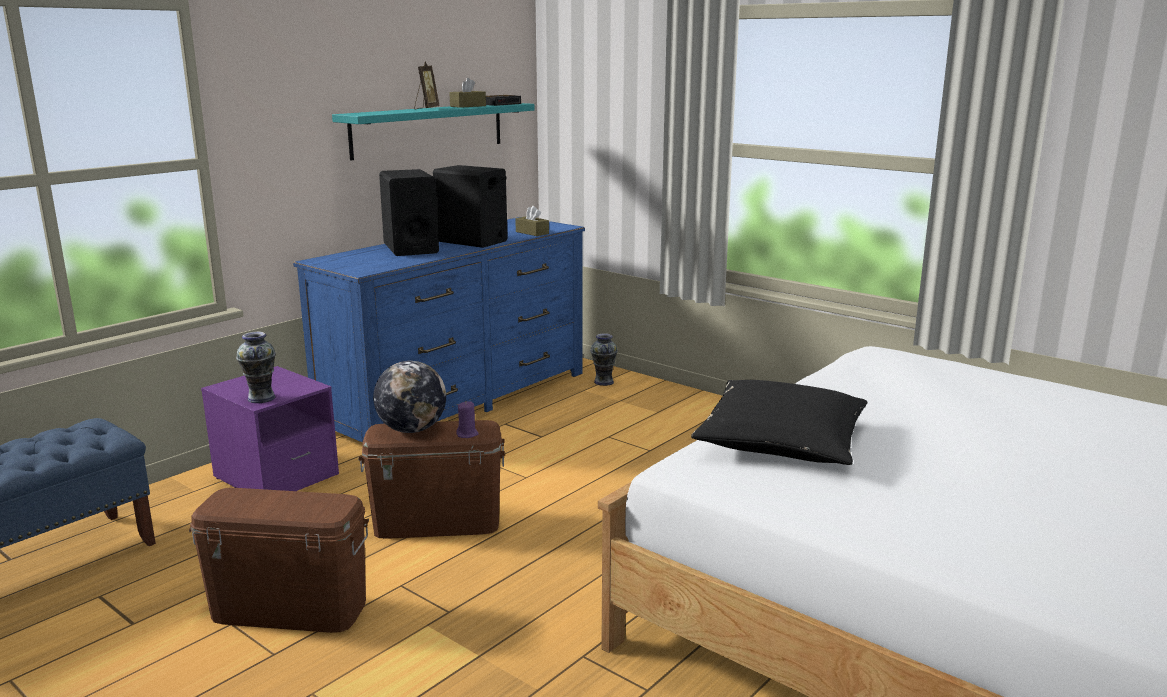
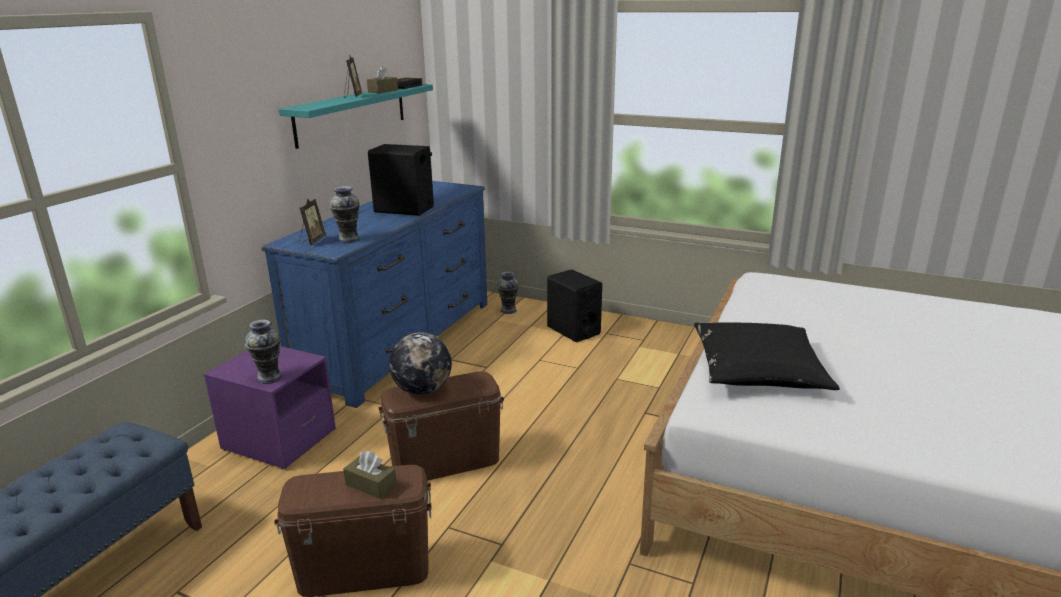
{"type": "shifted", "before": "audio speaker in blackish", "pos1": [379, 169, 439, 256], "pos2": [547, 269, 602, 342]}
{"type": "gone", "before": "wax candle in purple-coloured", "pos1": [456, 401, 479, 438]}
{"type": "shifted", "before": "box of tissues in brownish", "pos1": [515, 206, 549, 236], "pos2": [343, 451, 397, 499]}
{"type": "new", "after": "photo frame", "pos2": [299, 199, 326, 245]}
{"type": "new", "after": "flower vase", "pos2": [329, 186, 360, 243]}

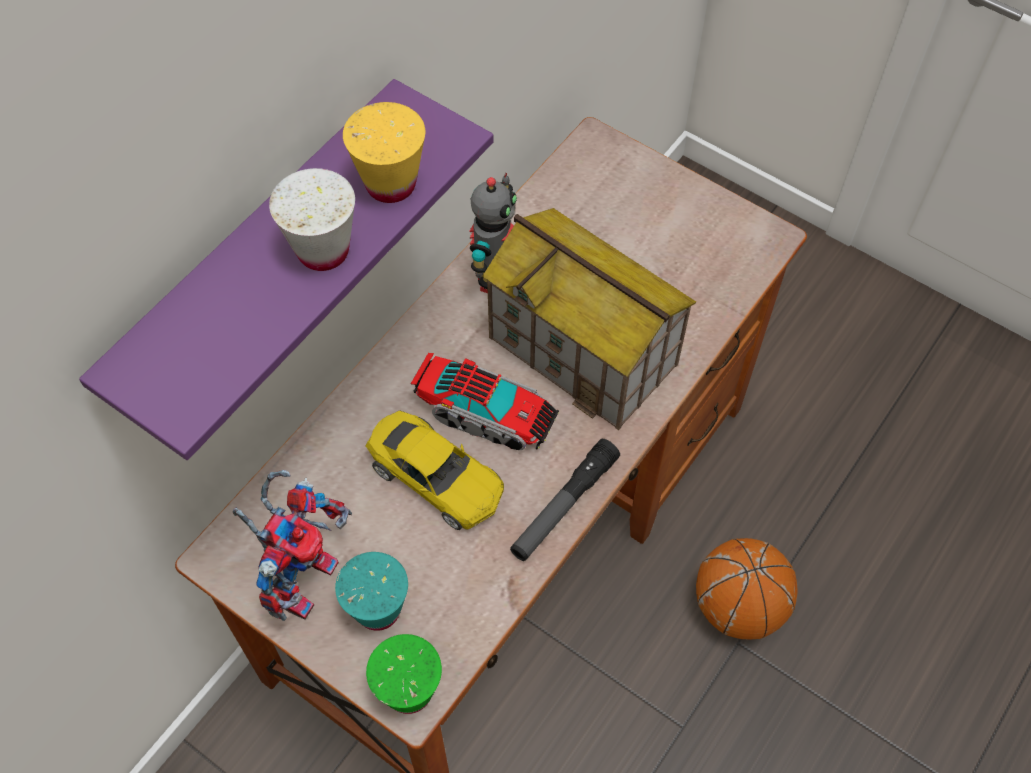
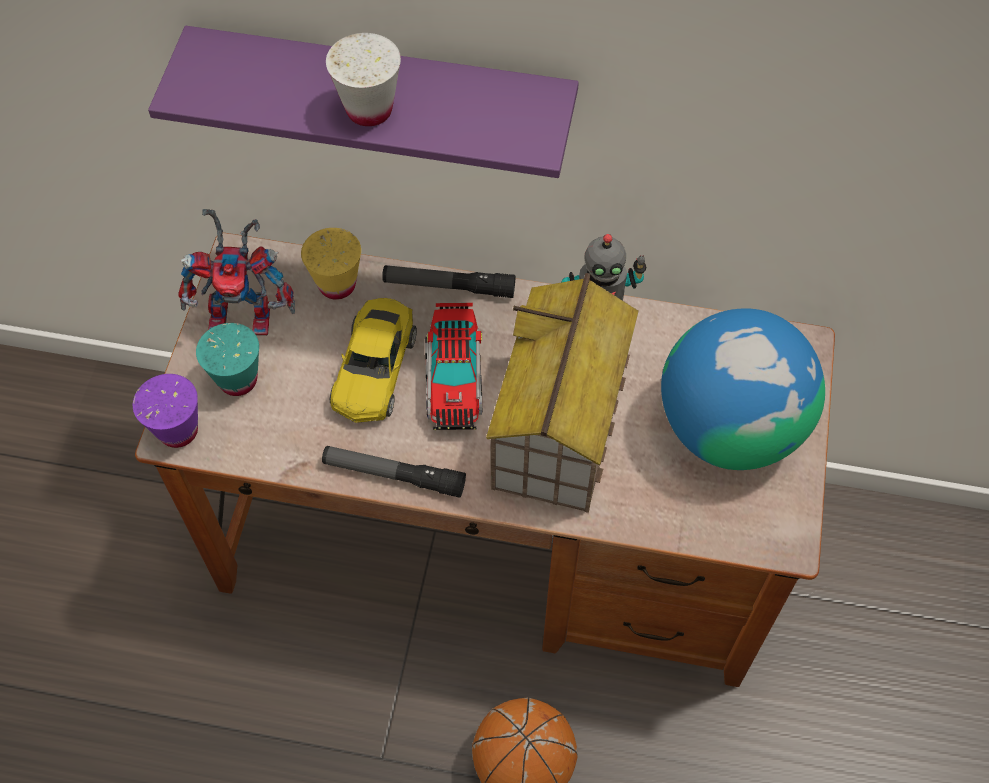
{"type": "shifted", "before": "drinking cup in yellow-coloured", "pos1": [343, 102, 425, 203], "pos2": [301, 228, 361, 300]}
{"type": "repainted", "before": "drinking cup in green", "after": "drinking cup in purple-coloured", "pos1": [366, 634, 442, 714], "pos2": [133, 374, 198, 448]}
{"type": "new", "after": "torch", "pos2": [382, 265, 515, 298]}
{"type": "new", "after": "desk globe", "pos2": [661, 308, 825, 470]}

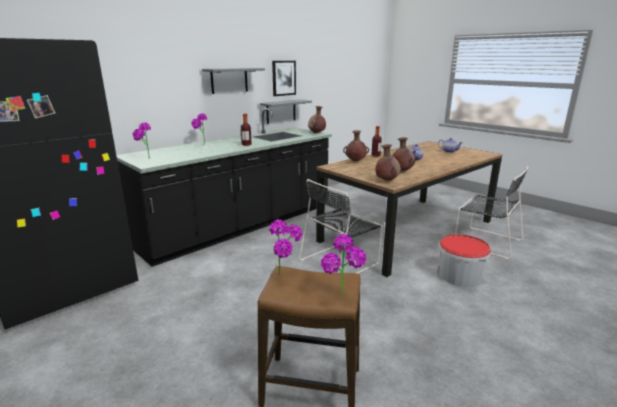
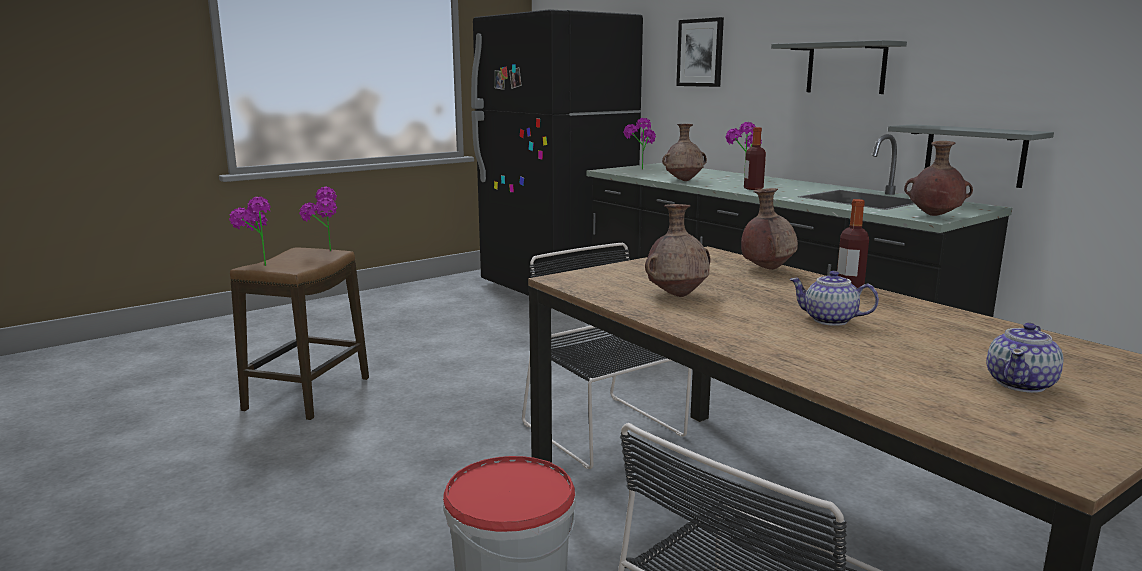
{"type": "shifted", "before": "wall picture", "pos1": [272, 61, 296, 96], "pos2": [676, 17, 724, 87]}
{"type": "shifted", "before": "flower vase in brownish", "pos1": [375, 144, 401, 181], "pos2": [662, 124, 707, 181]}

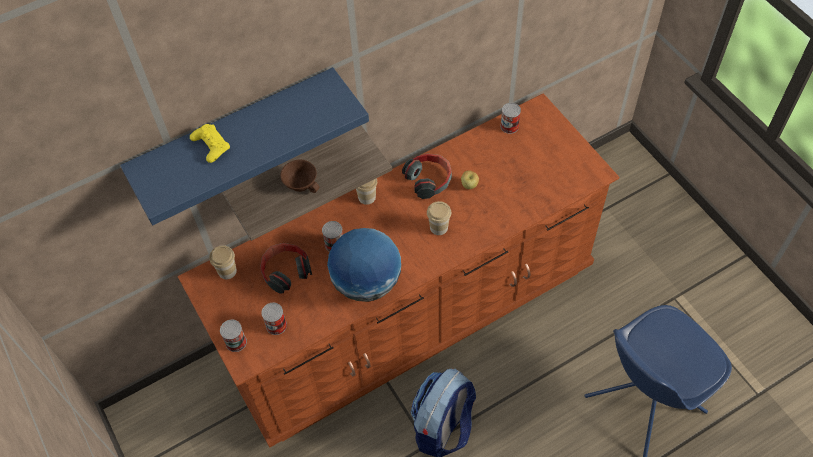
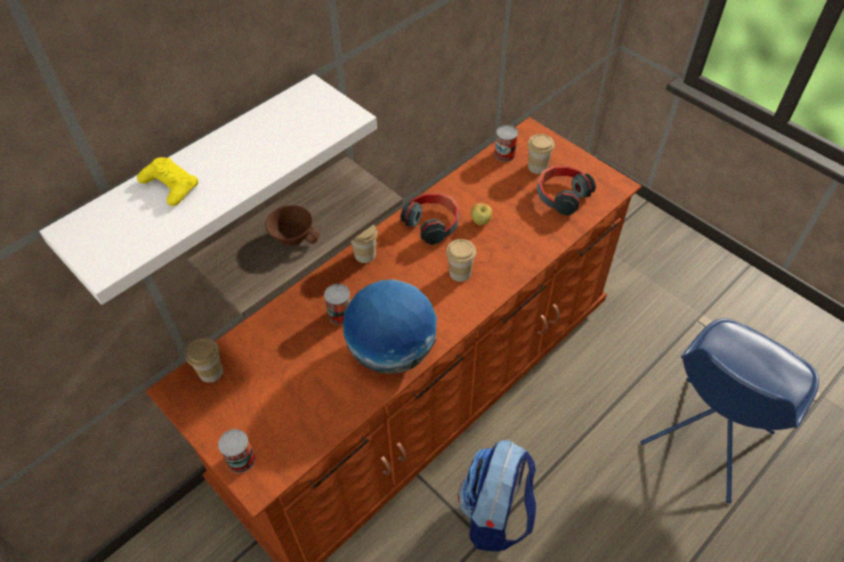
{"type": "repainted", "before": "wall shelf in bluish", "after": "wall shelf in white-coloured", "pos1": [120, 67, 369, 226], "pos2": [39, 74, 377, 305]}
{"type": "shifted", "before": "headphones", "pos1": [260, 243, 312, 294], "pos2": [537, 166, 596, 216]}
{"type": "gone", "before": "sealed can", "pos1": [261, 303, 287, 335]}
{"type": "new", "after": "drinking cup", "pos2": [528, 134, 555, 174]}

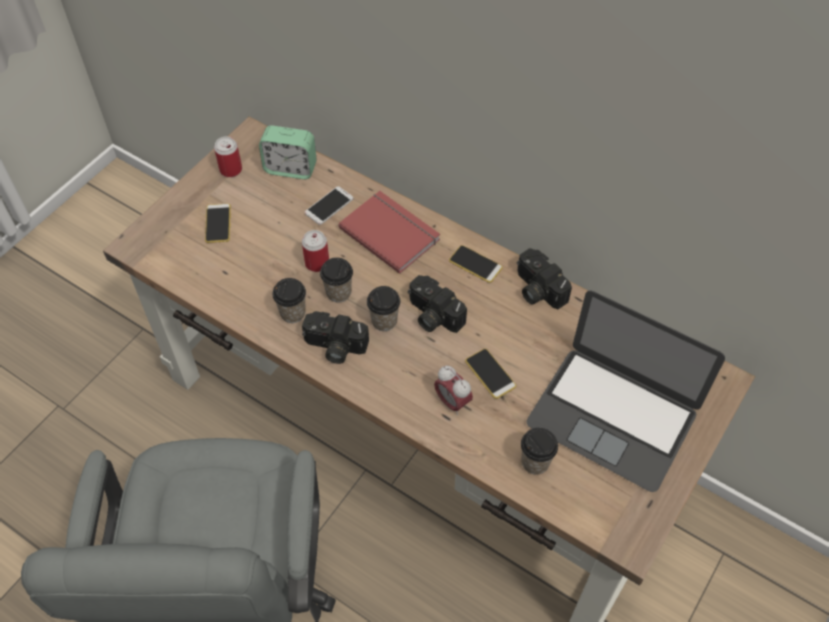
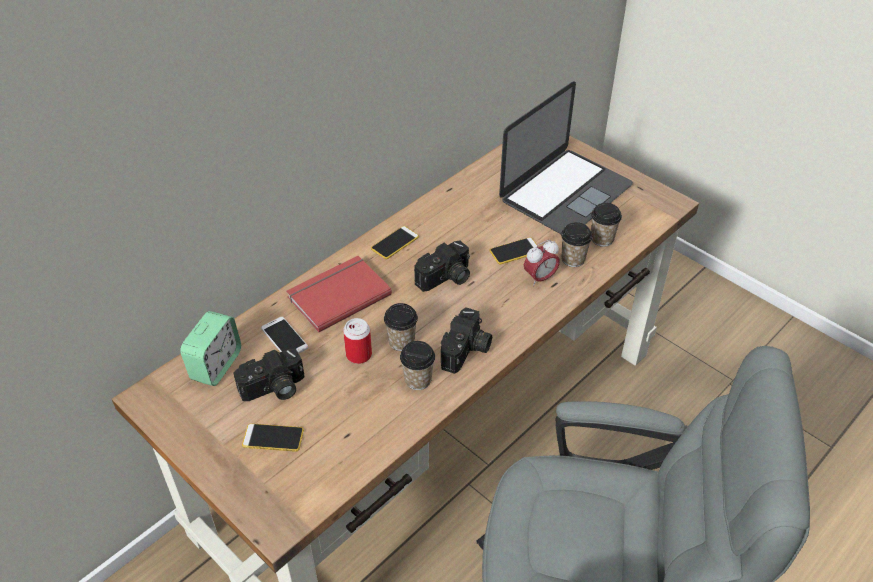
{"type": "gone", "before": "sealed can", "pos1": [214, 136, 242, 177]}
{"type": "shifted", "before": "drinking cup", "pos1": [367, 286, 400, 331], "pos2": [561, 222, 592, 267]}
{"type": "shifted", "before": "still camera", "pos1": [517, 248, 572, 310], "pos2": [233, 349, 304, 401]}

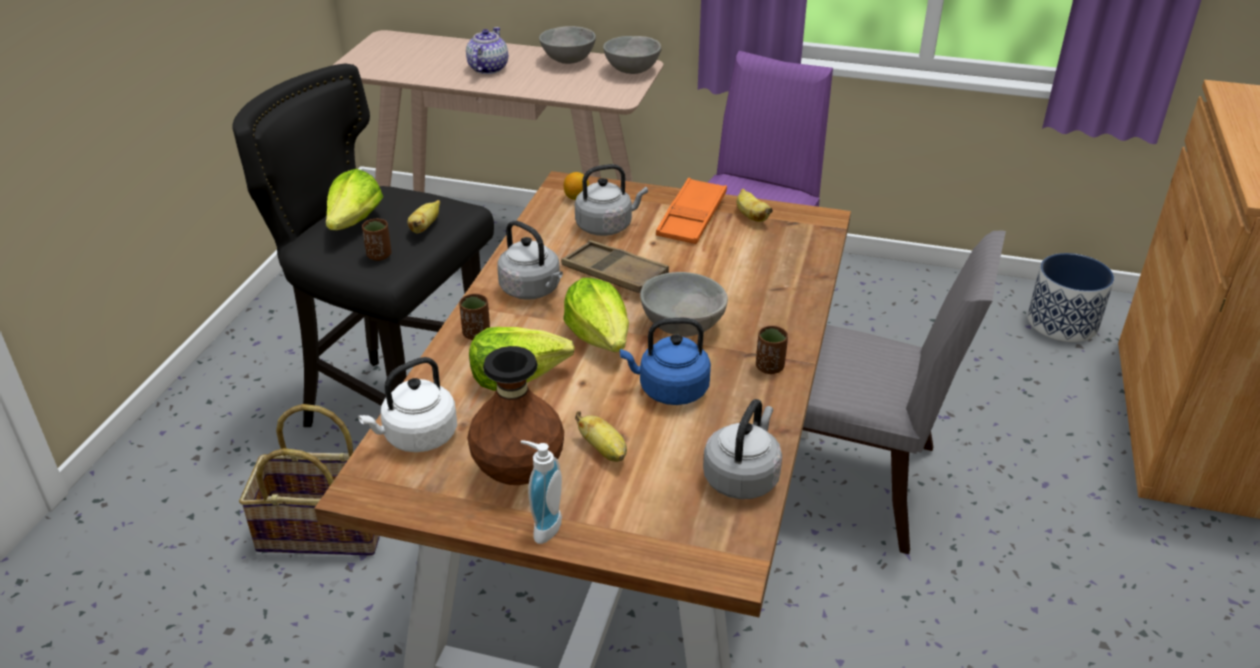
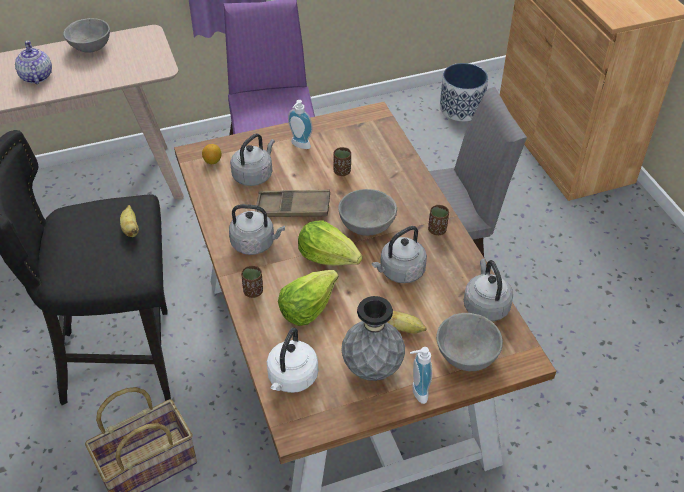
{"type": "gone", "before": "head of lettuce", "pos1": [326, 169, 383, 230]}
{"type": "shifted", "before": "drinking cup in brownish", "pos1": [362, 218, 391, 261], "pos2": [333, 147, 351, 176]}
{"type": "repainted", "before": "flower vase in brownish", "after": "flower vase in grey", "pos1": [467, 346, 564, 485], "pos2": [342, 296, 405, 381]}
{"type": "shifted", "before": "bowl in grey", "pos1": [603, 36, 662, 74], "pos2": [436, 313, 503, 371]}
{"type": "repainted", "before": "water kettle in bluish", "after": "water kettle in grey", "pos1": [620, 318, 711, 405], "pos2": [372, 226, 427, 283]}
{"type": "swapped", "before": "carrying tray in orange-coloured", "after": "liquid soap bottle", "pos1": [656, 178, 727, 244], "pos2": [288, 100, 313, 149]}
{"type": "gone", "before": "banana fruit", "pos1": [737, 188, 773, 222]}

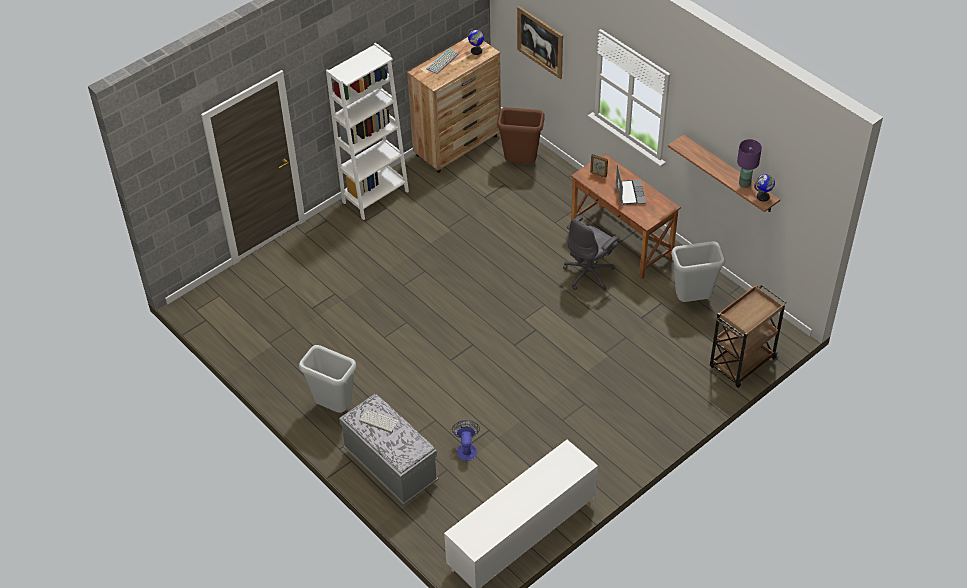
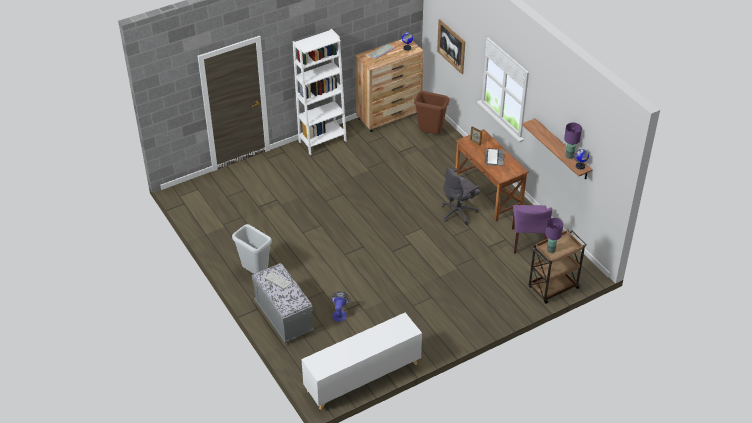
{"type": "swapped", "before": "waste bin in grey", "after": "plain chair in purple-coloured", "pos1": [671, 241, 725, 302], "pos2": [512, 205, 552, 254]}
{"type": "new", "after": "lamp for a table in purple-coloured", "pos2": [545, 218, 563, 253]}

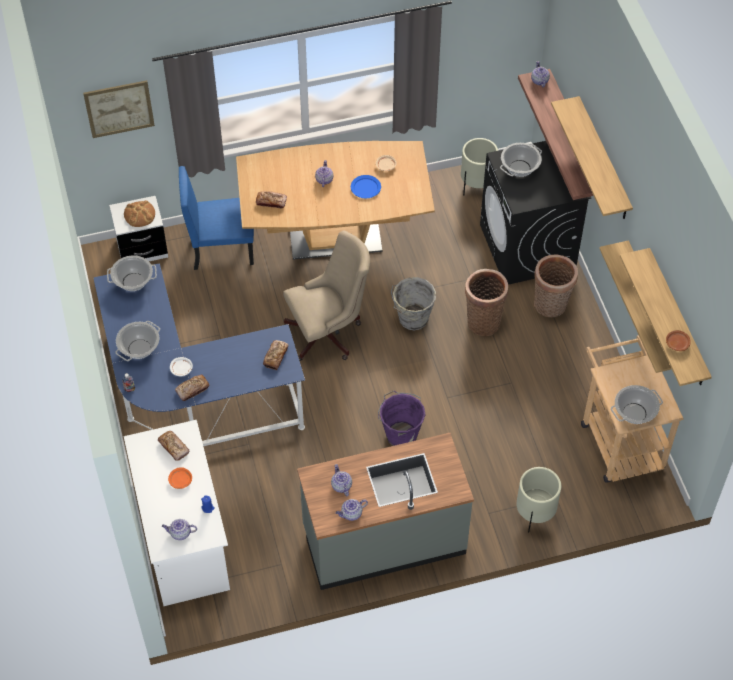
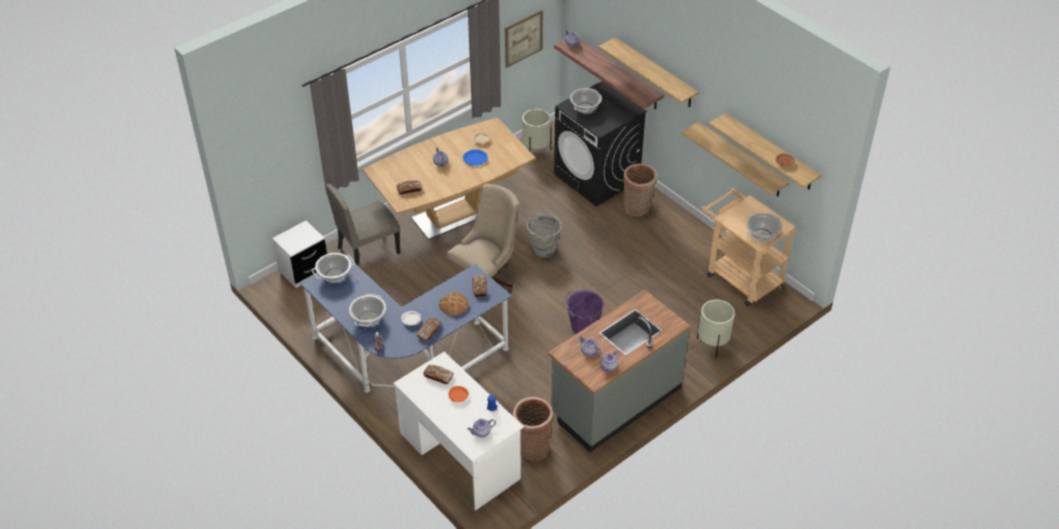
{"type": "shifted", "before": "wall picture", "pos1": [83, 80, 155, 138], "pos2": [505, 10, 543, 68]}
{"type": "shifted", "before": "bakery bread", "pos1": [124, 200, 155, 227], "pos2": [439, 291, 469, 316]}
{"type": "repainted", "before": "plain chair in bluish", "after": "plain chair in beige-coloured", "pos1": [179, 166, 254, 270], "pos2": [325, 184, 400, 266]}
{"type": "shifted", "before": "storage basket", "pos1": [465, 269, 508, 336], "pos2": [512, 397, 553, 461]}

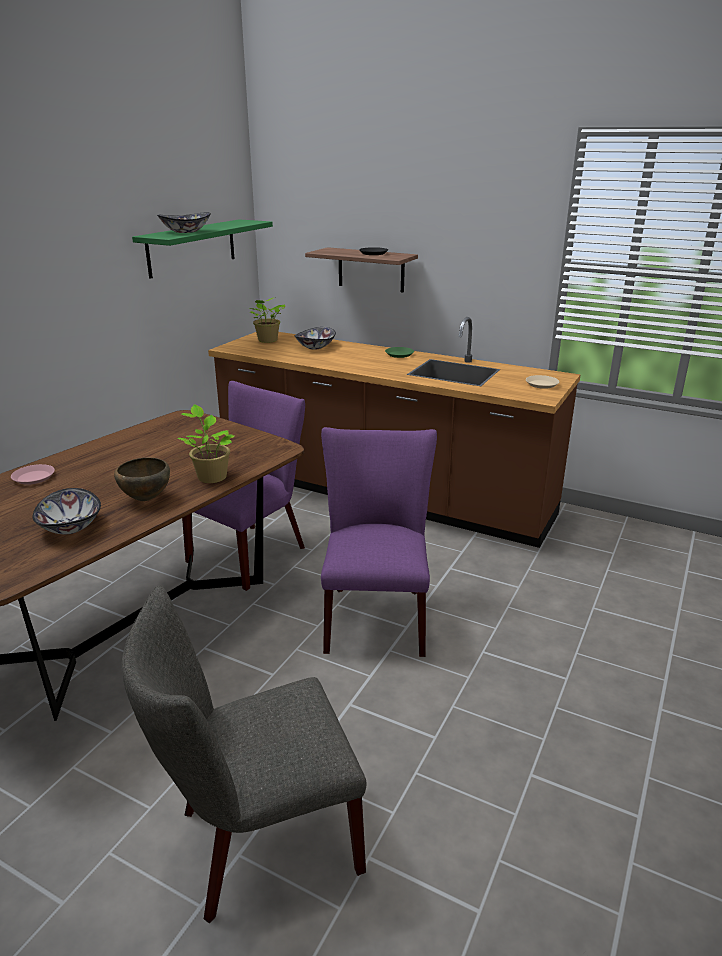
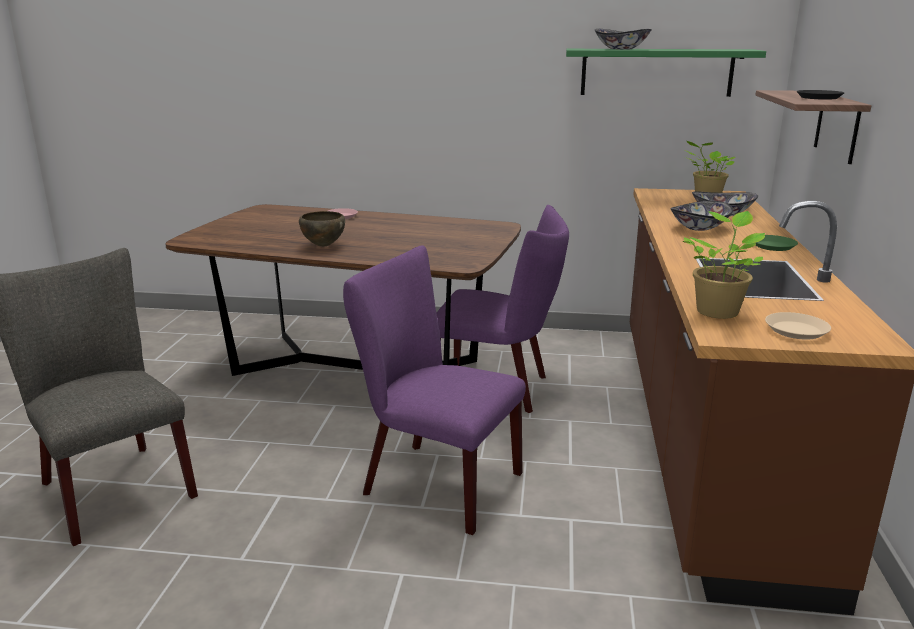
{"type": "shifted", "before": "bowl", "pos1": [33, 488, 101, 534], "pos2": [670, 201, 733, 231]}
{"type": "shifted", "before": "plant in a pot", "pos1": [178, 404, 234, 483], "pos2": [683, 211, 765, 319]}
{"type": "rotated", "before": "plain chair in purple-coloured", "pos1": [321, 427, 437, 657], "pos2": [343, 245, 526, 535], "turn": -135}

